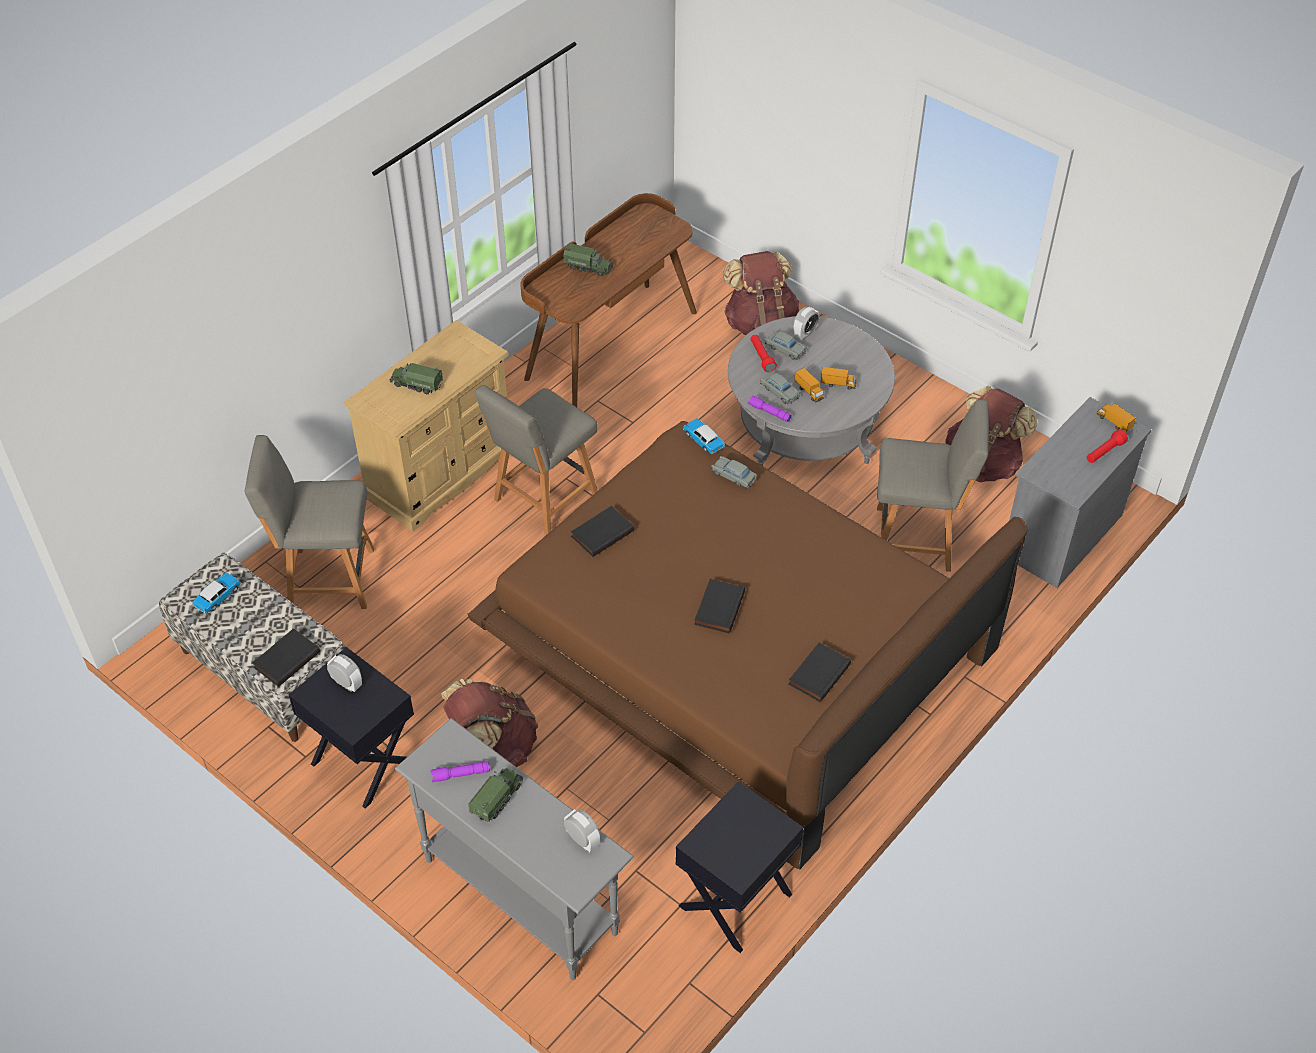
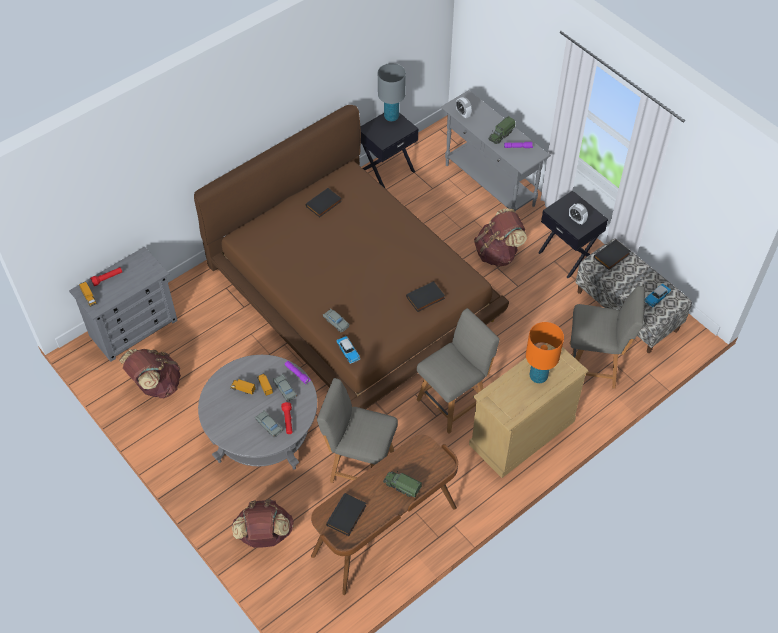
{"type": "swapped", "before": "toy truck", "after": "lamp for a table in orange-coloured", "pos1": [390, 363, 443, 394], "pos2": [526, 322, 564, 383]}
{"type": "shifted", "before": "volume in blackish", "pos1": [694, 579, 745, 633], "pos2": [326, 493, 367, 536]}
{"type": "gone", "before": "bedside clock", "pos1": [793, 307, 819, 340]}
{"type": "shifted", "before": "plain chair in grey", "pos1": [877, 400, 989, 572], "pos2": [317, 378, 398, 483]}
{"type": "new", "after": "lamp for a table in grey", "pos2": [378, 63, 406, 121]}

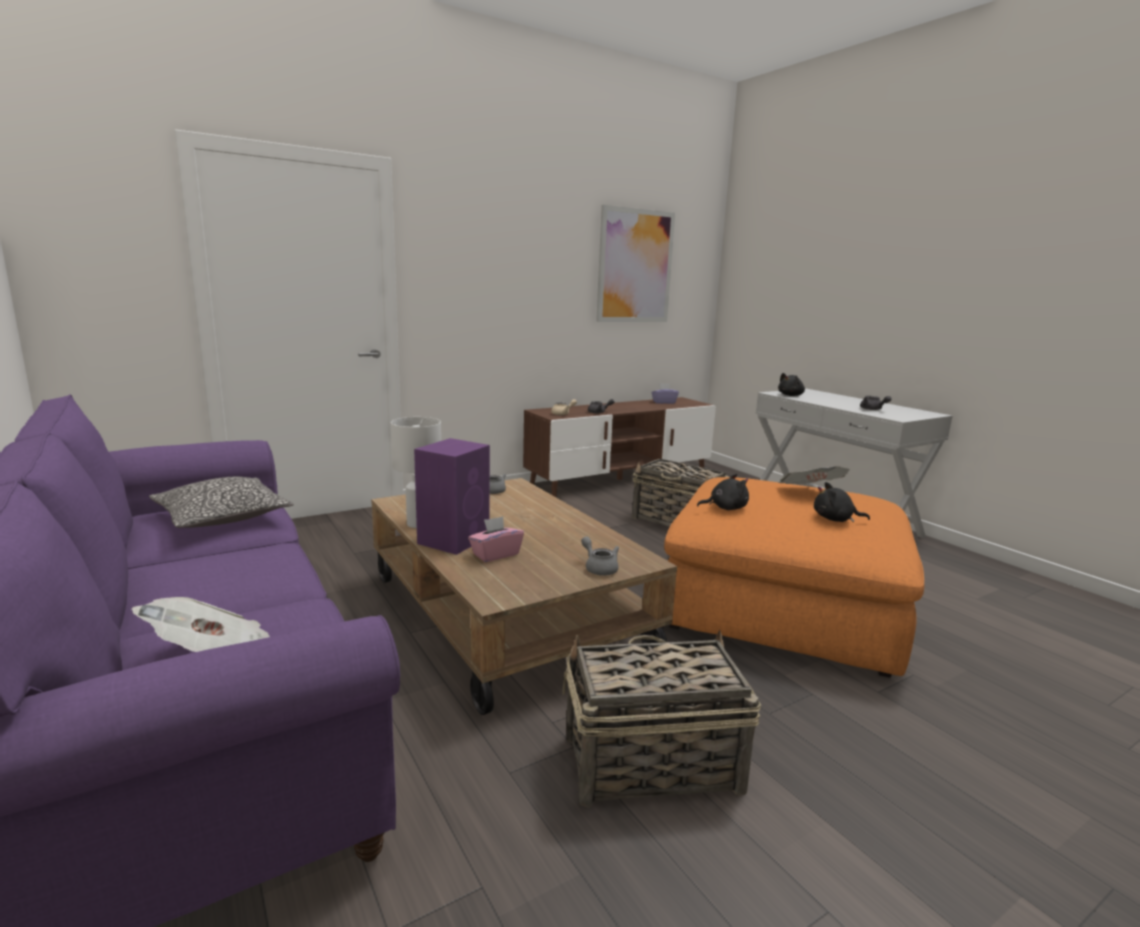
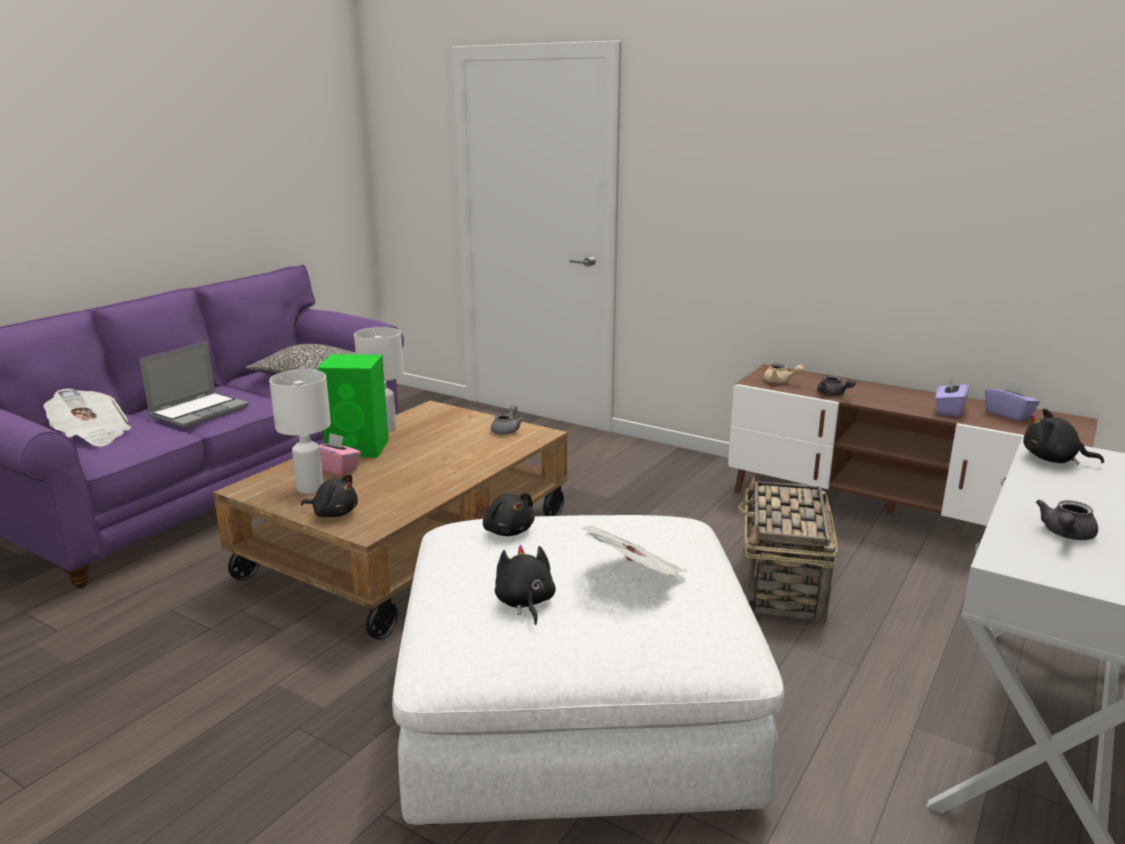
{"type": "repainted", "before": "audio speaker in purple-coloured", "after": "audio speaker in green", "pos1": [414, 438, 490, 555], "pos2": [317, 354, 389, 458]}
{"type": "gone", "before": "storage basket", "pos1": [562, 630, 761, 808]}
{"type": "swapped", "before": "pot for tea in grey", "after": "plush toy in blackish", "pos1": [581, 536, 619, 576], "pos2": [301, 474, 358, 517]}
{"type": "gone", "before": "wall picture", "pos1": [596, 205, 675, 322]}
{"type": "repainted", "before": "ottoman in orange-coloured", "after": "ottoman in white-coloured", "pos1": [664, 477, 924, 678], "pos2": [392, 515, 784, 825]}
{"type": "new", "after": "laptop", "pos2": [139, 342, 249, 428]}
{"type": "new", "after": "lamp for a table in white-coloured", "pos2": [269, 369, 331, 494]}
{"type": "new", "after": "box of tissues in purple-coloured", "pos2": [935, 375, 969, 417]}

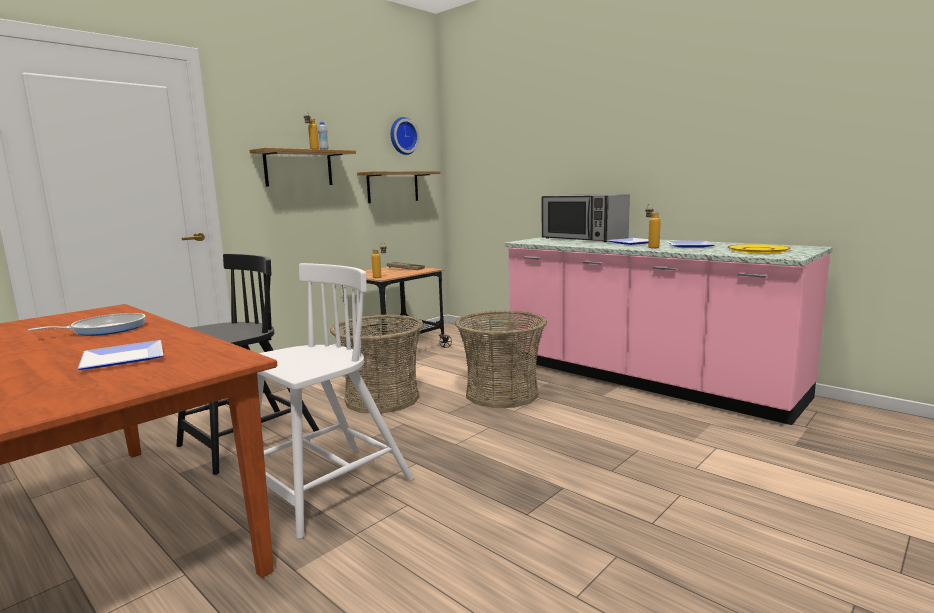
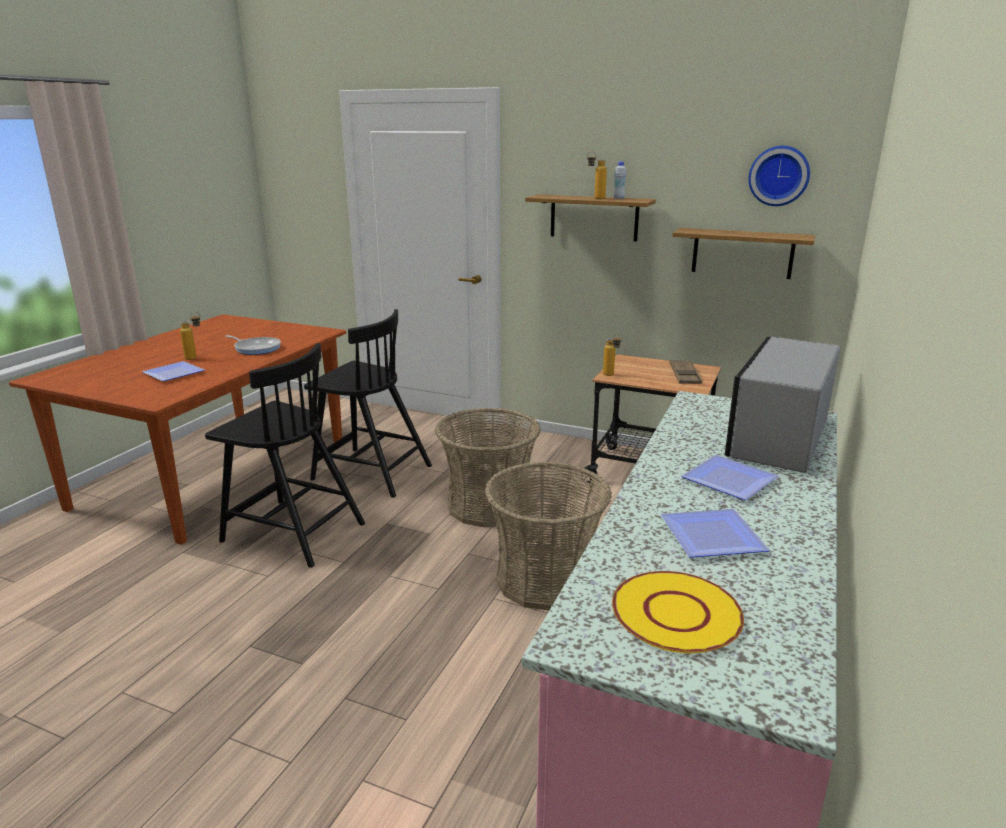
{"type": "repainted", "before": "plain chair in white-coloured", "after": "plain chair in blackish", "pos1": [257, 263, 414, 539], "pos2": [205, 343, 365, 568]}
{"type": "shifted", "before": "bottle", "pos1": [645, 204, 661, 248], "pos2": [180, 312, 200, 360]}

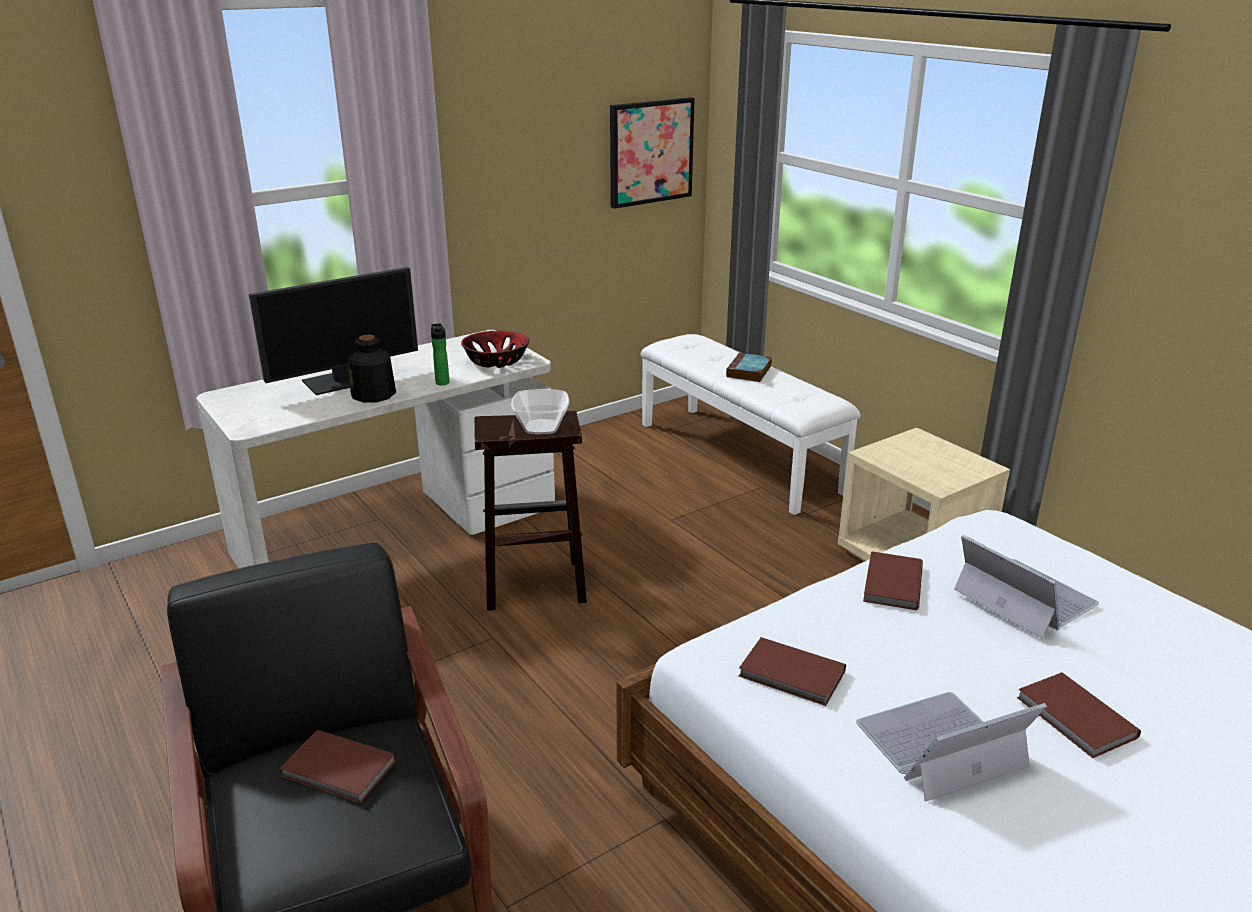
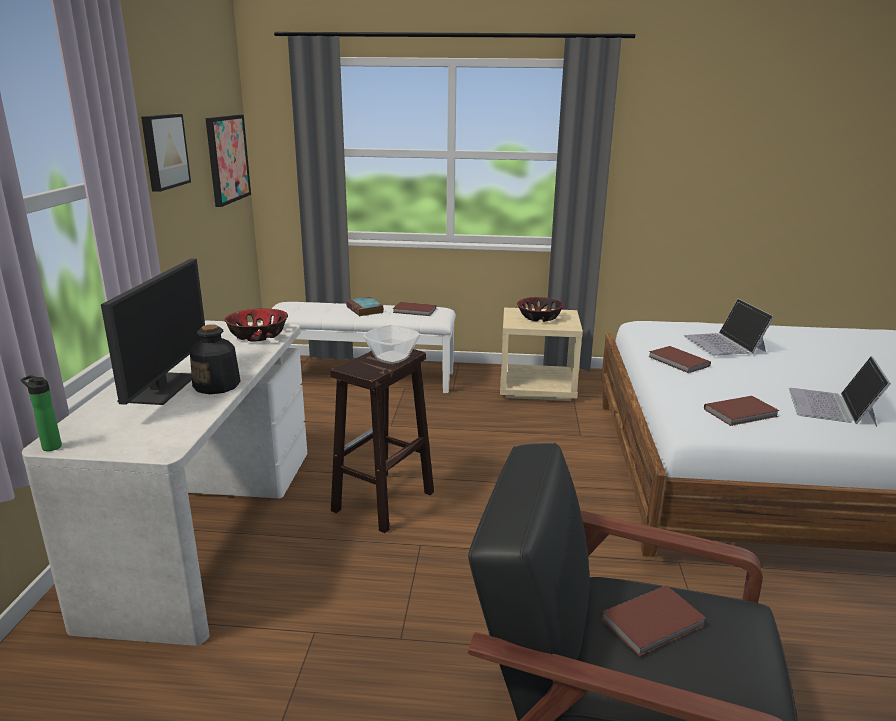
{"type": "shifted", "before": "bottle", "pos1": [431, 323, 450, 385], "pos2": [21, 375, 62, 451]}
{"type": "rotated", "before": "laptop", "pos1": [954, 535, 1099, 639], "pos2": [684, 299, 774, 355], "turn": -105}
{"type": "shifted", "before": "volume in brownish", "pos1": [1017, 672, 1141, 758], "pos2": [393, 302, 436, 316]}
{"type": "new", "after": "wall picture", "pos2": [141, 114, 191, 192]}
{"type": "new", "after": "bowl", "pos2": [517, 297, 564, 322]}

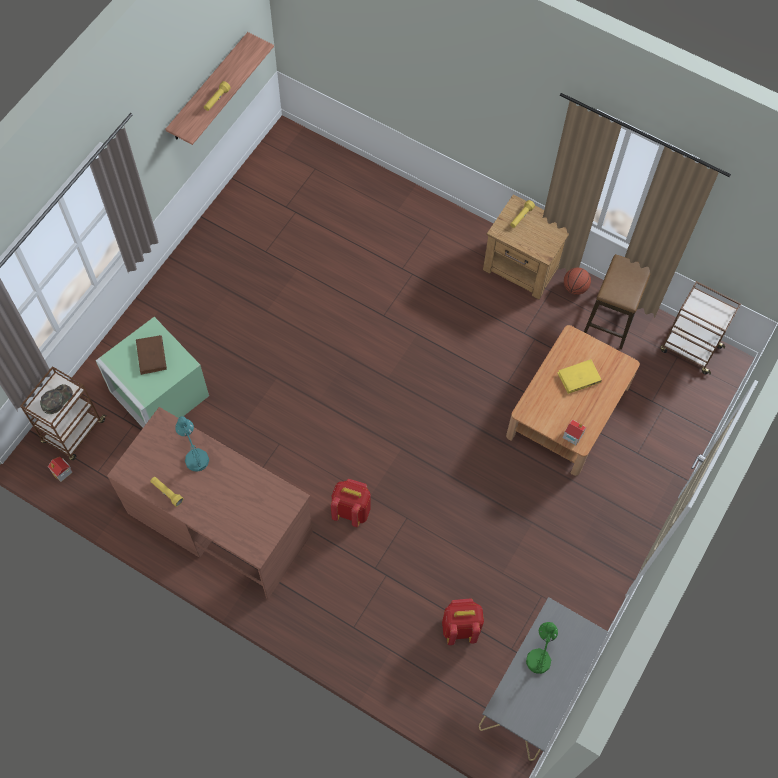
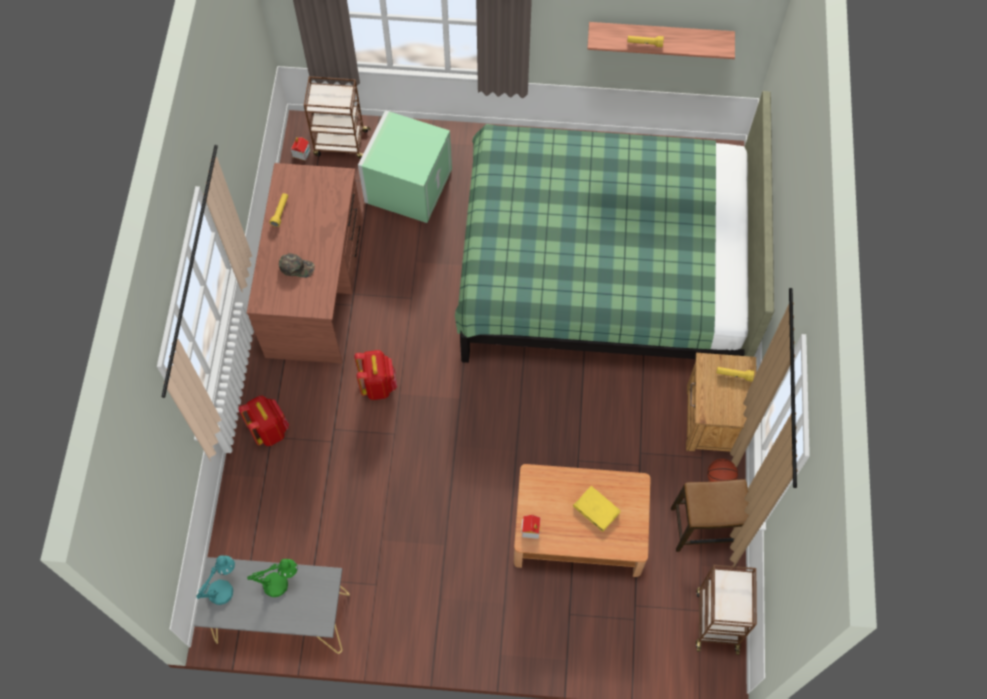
{"type": "shifted", "before": "baseball cap in green", "pos1": [40, 384, 73, 414], "pos2": [279, 253, 315, 278]}
{"type": "gone", "before": "volume in brownish", "pos1": [136, 335, 167, 375]}
{"type": "shifted", "before": "lamp for a table in blue-green", "pos1": [175, 416, 209, 472], "pos2": [196, 555, 235, 605]}
{"type": "shifted", "before": "knapsack in reddish", "pos1": [442, 598, 484, 645], "pos2": [238, 396, 289, 446]}
{"type": "new", "after": "bed in green", "pos2": [455, 91, 774, 363]}

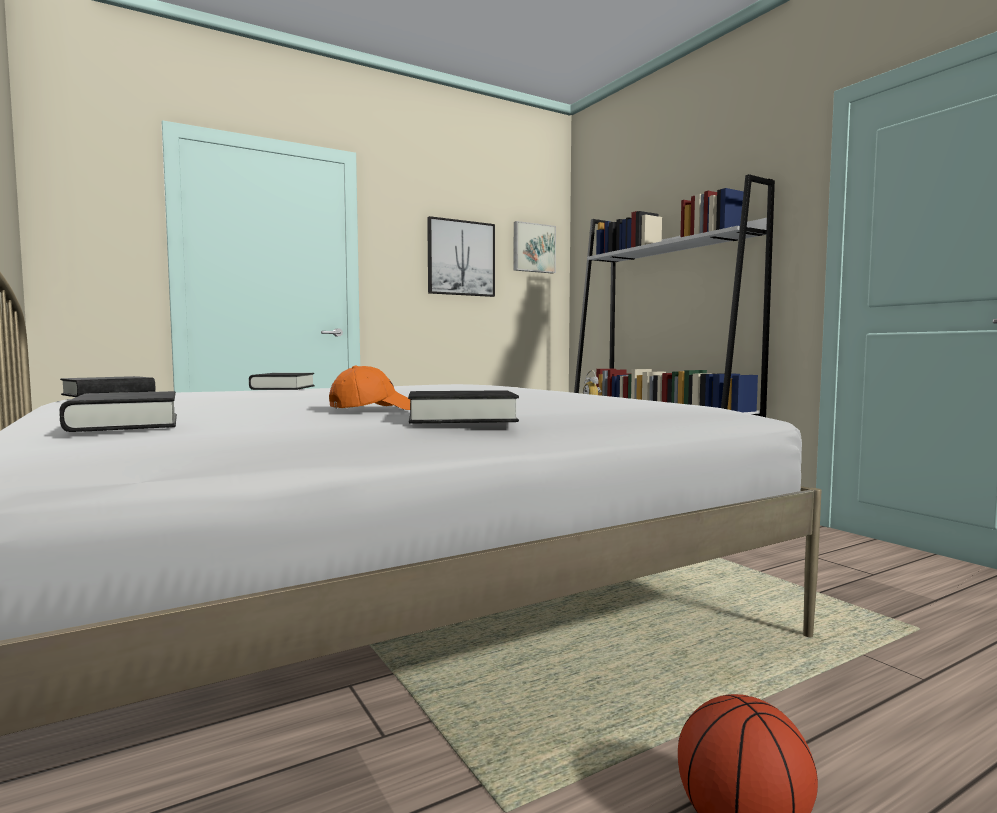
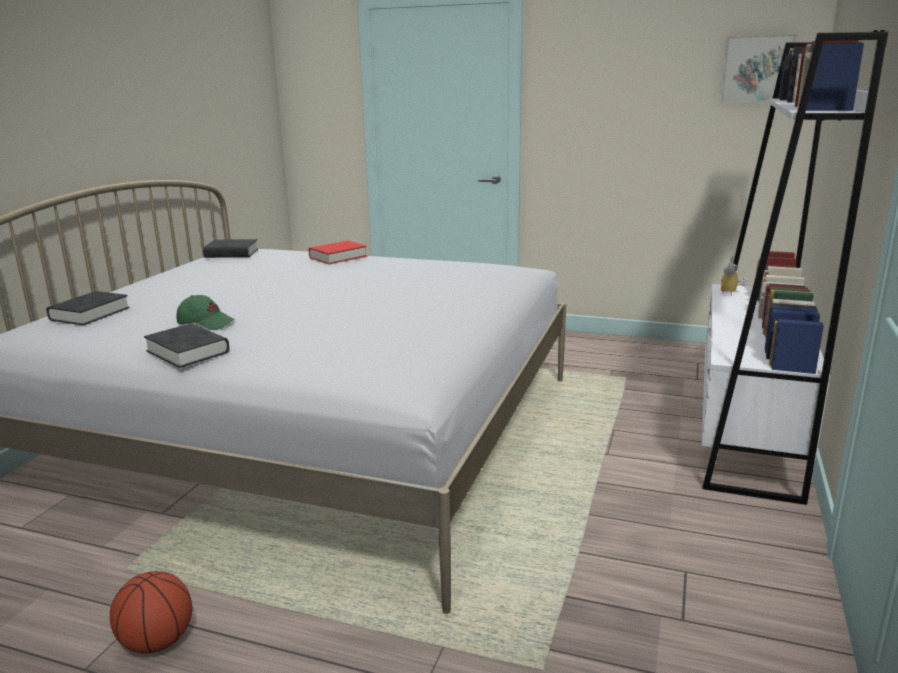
{"type": "repainted", "before": "volume in blackish", "after": "volume in reddish", "pos1": [249, 373, 314, 390], "pos2": [309, 240, 367, 264]}
{"type": "repainted", "before": "baseball cap in orange-coloured", "after": "baseball cap in green", "pos1": [329, 365, 410, 410], "pos2": [176, 295, 235, 330]}
{"type": "gone", "before": "wall picture", "pos1": [427, 216, 495, 297]}

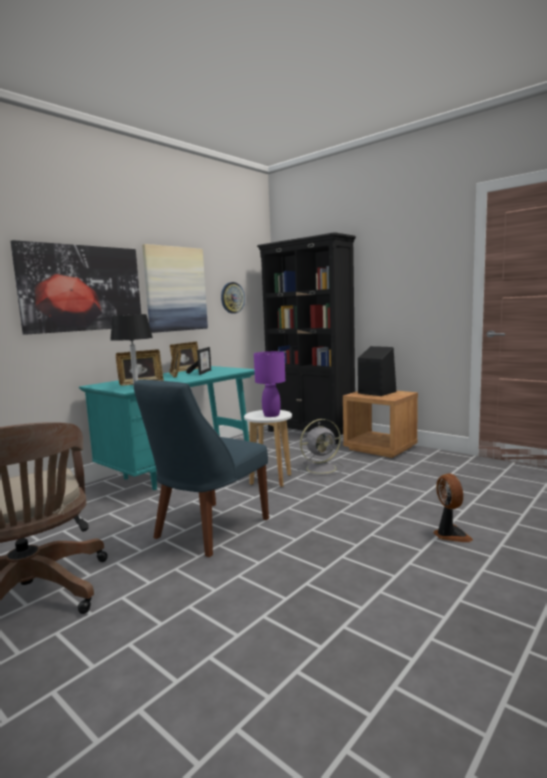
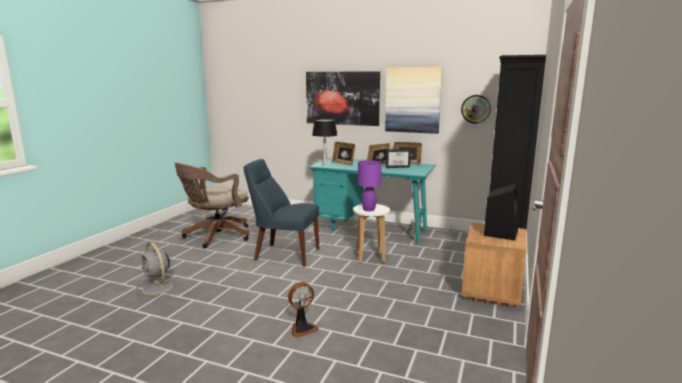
{"type": "shifted", "before": "electric fan in grey", "pos1": [297, 419, 345, 476], "pos2": [136, 242, 181, 299]}

